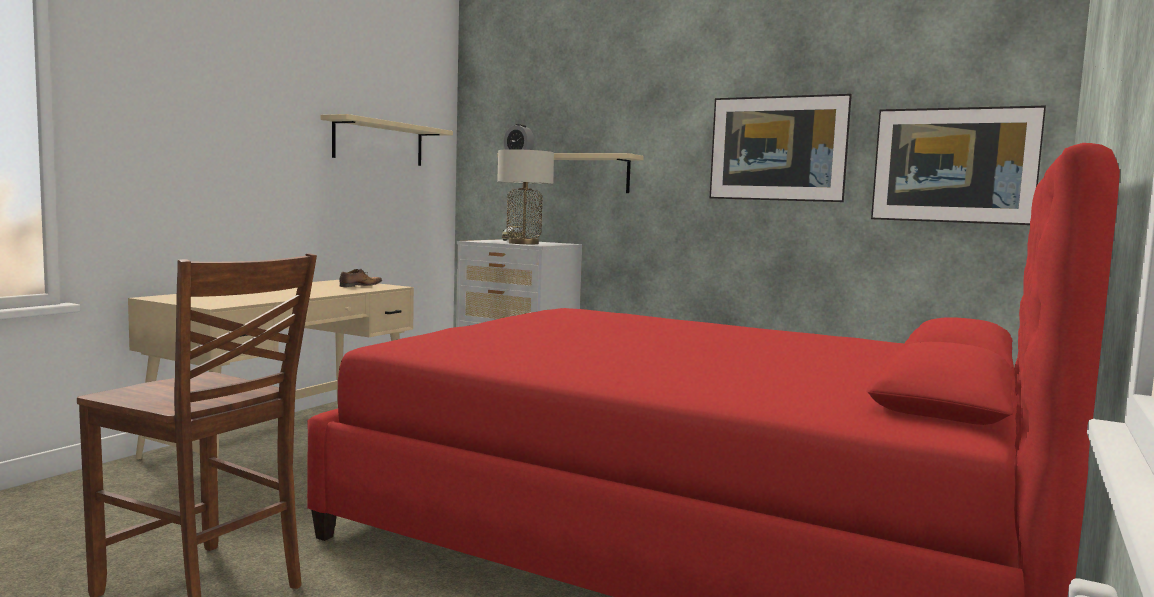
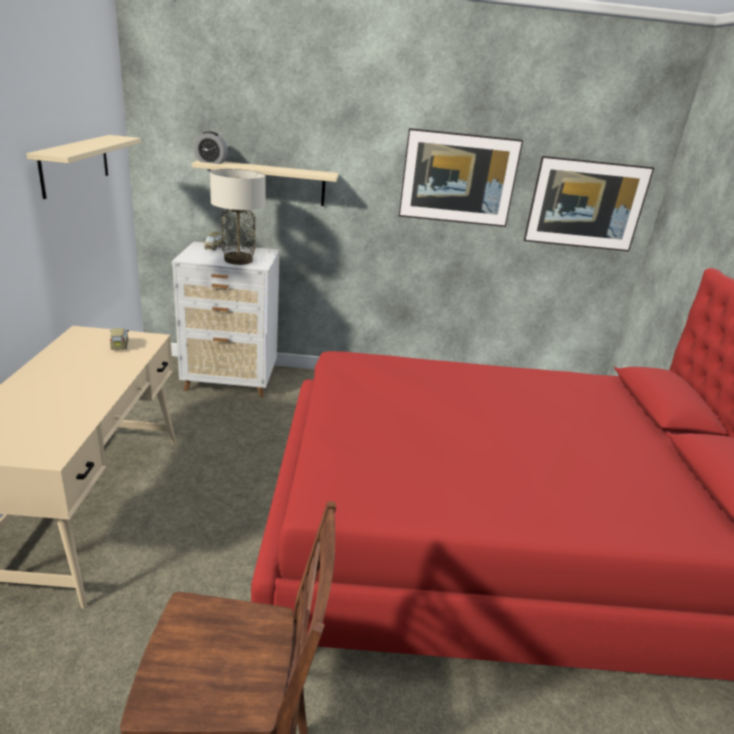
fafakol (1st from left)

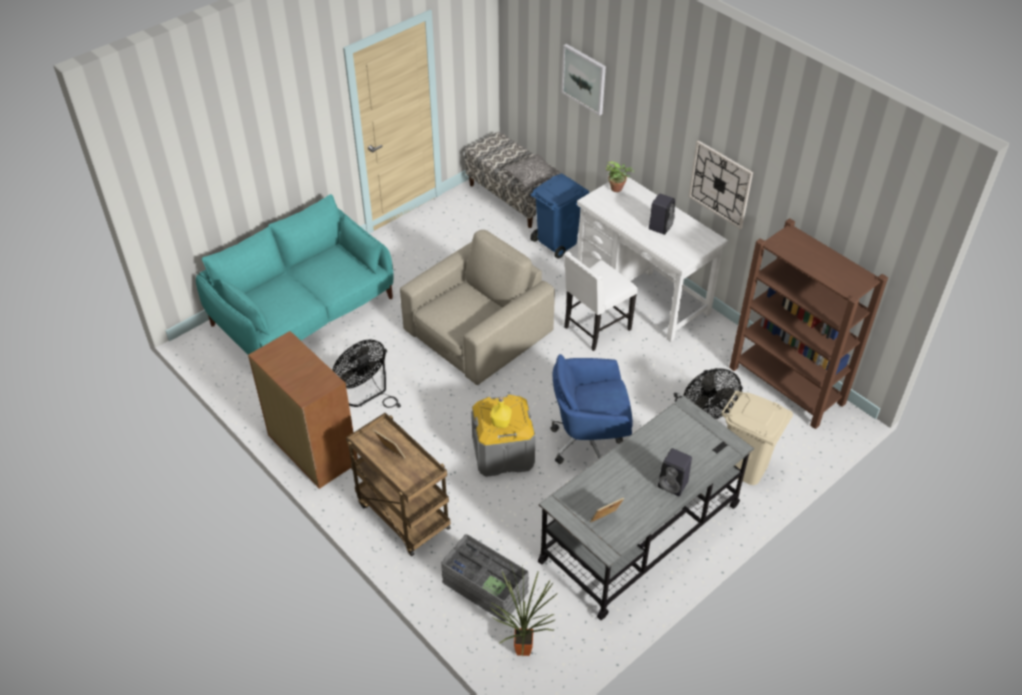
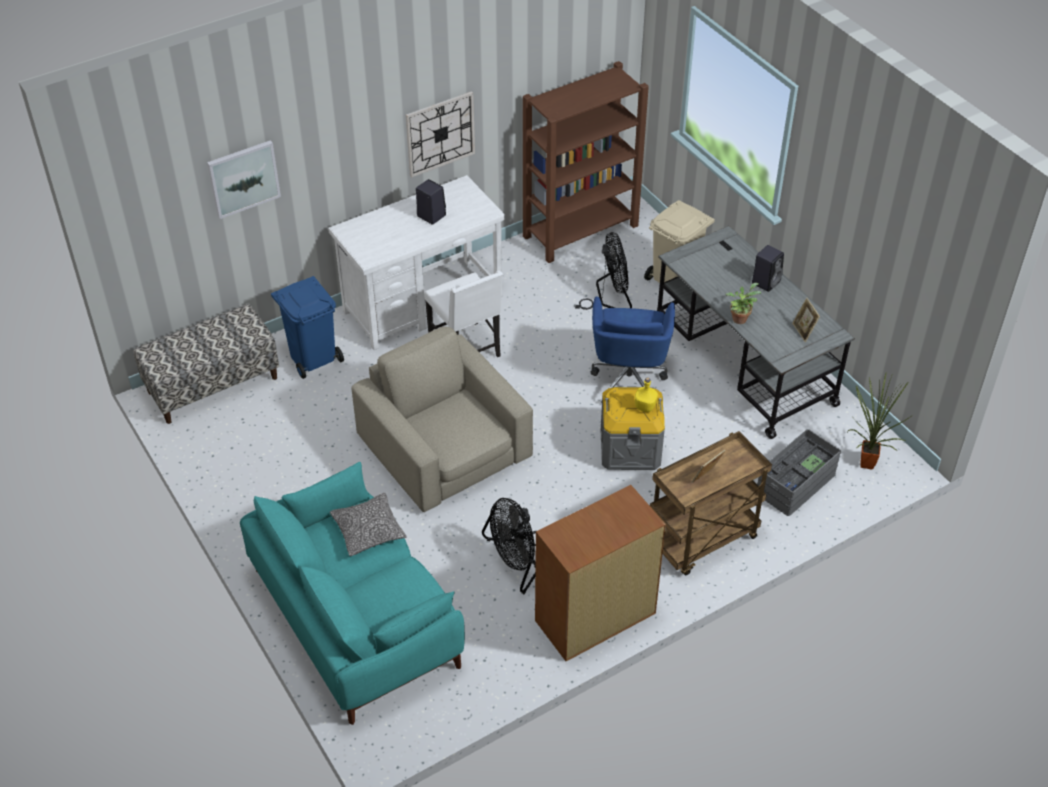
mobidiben; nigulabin (1st from left)

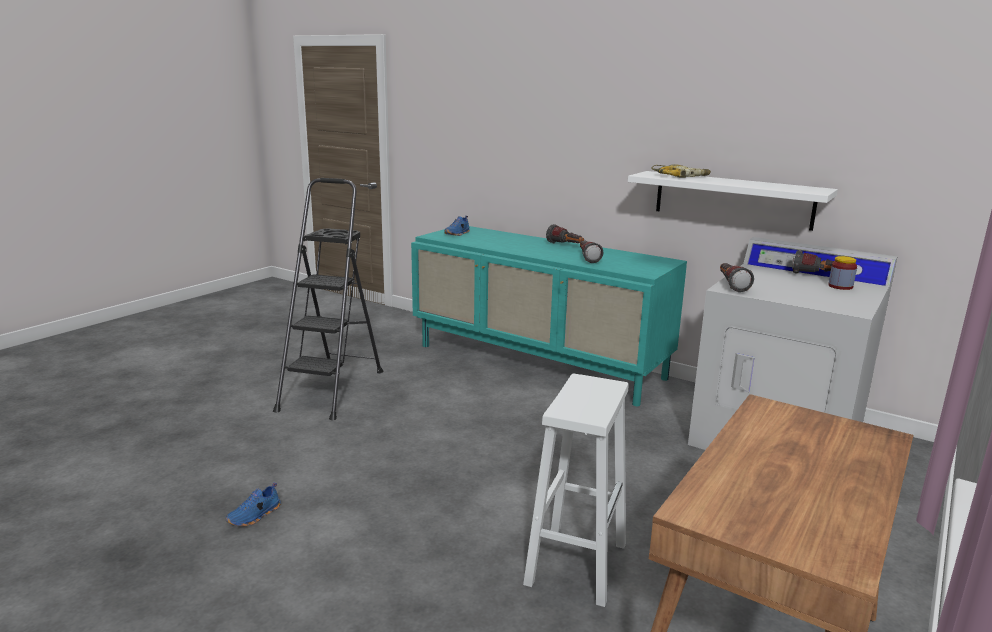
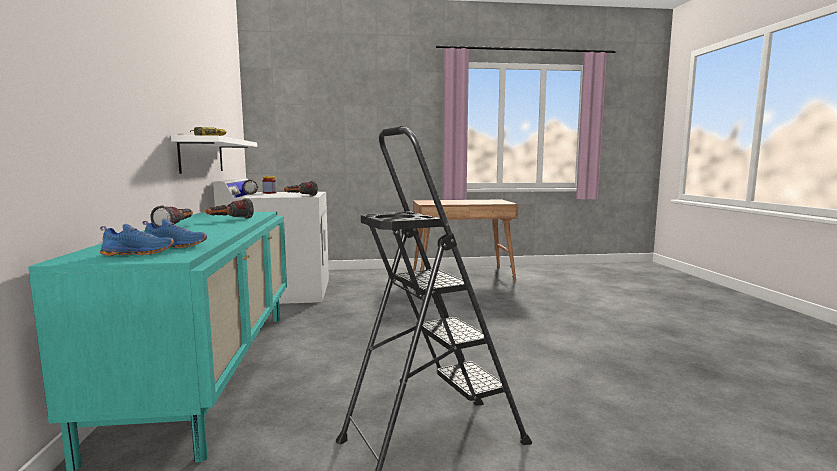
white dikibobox; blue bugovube (2nd from left)

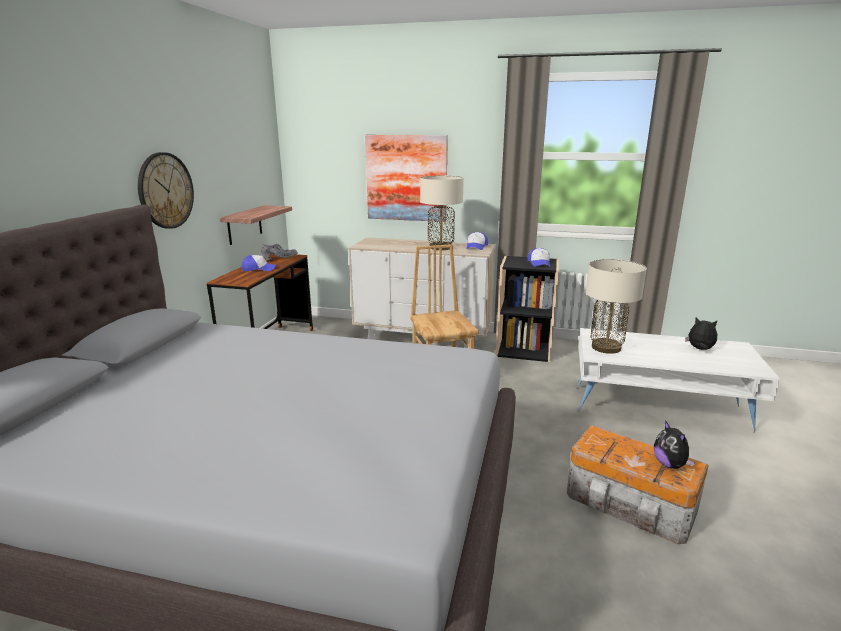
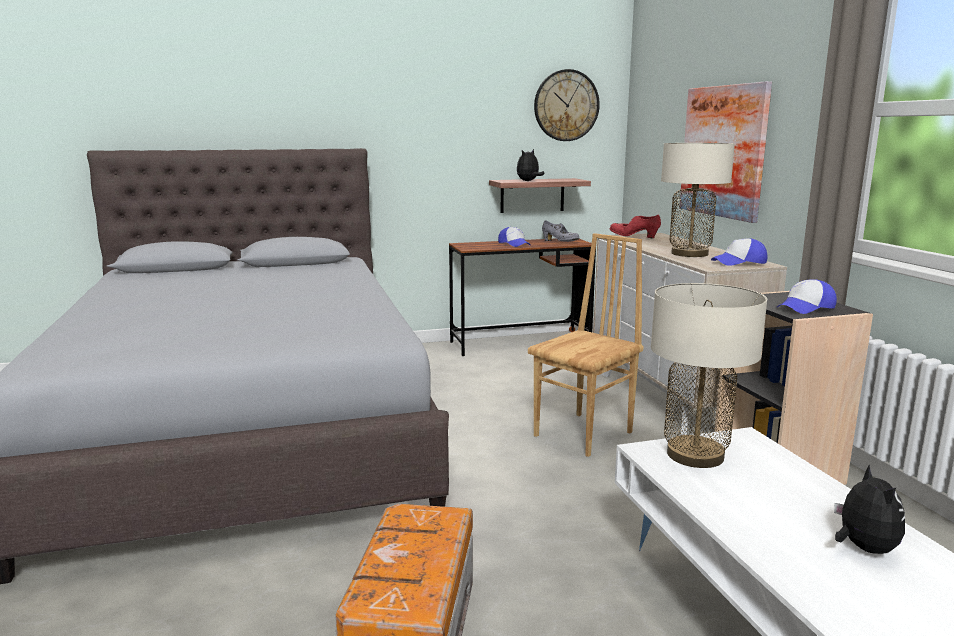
red bugovube; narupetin; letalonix (1st from left)

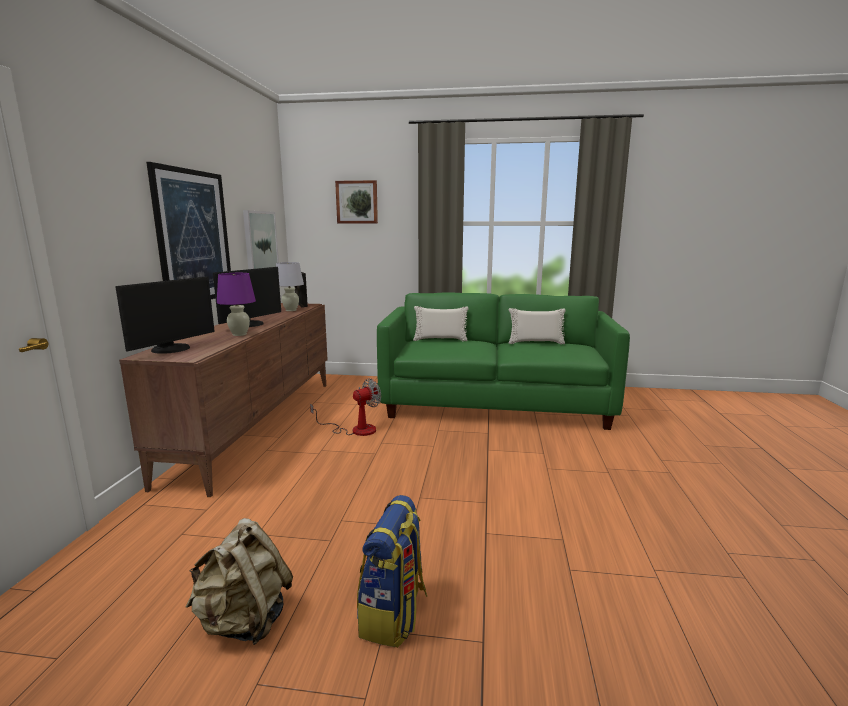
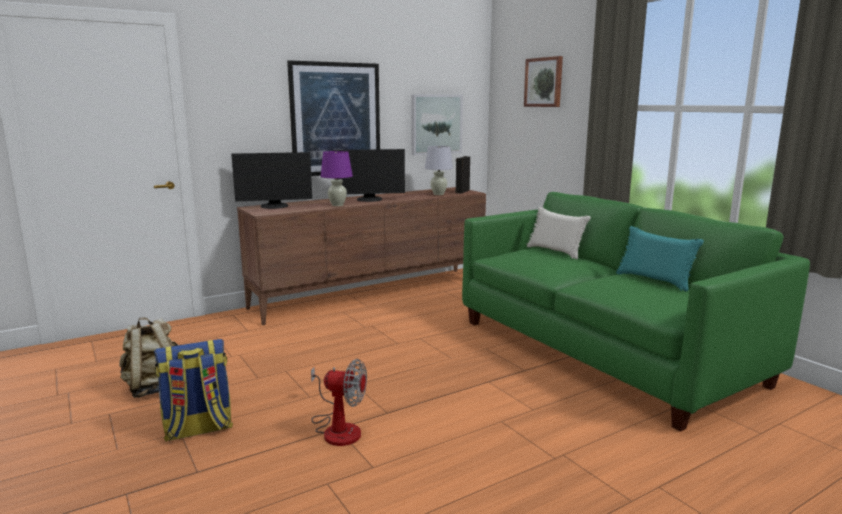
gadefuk; turquoise mobidiben

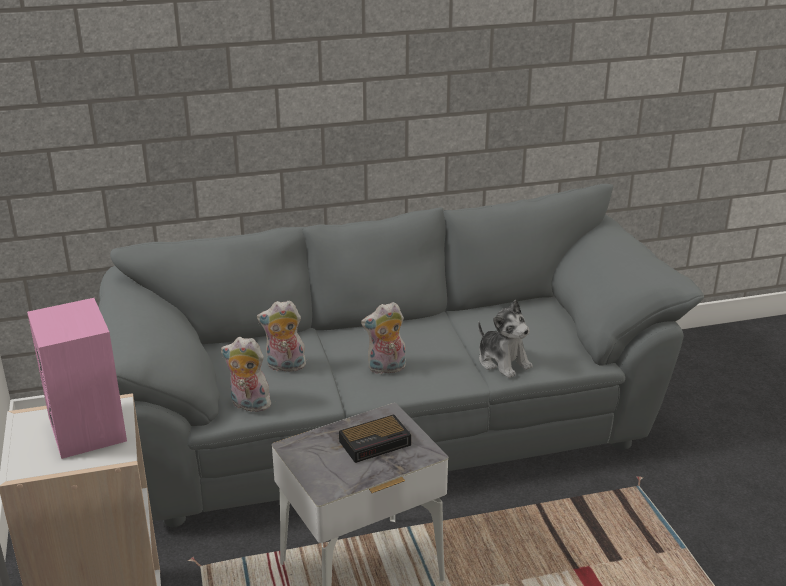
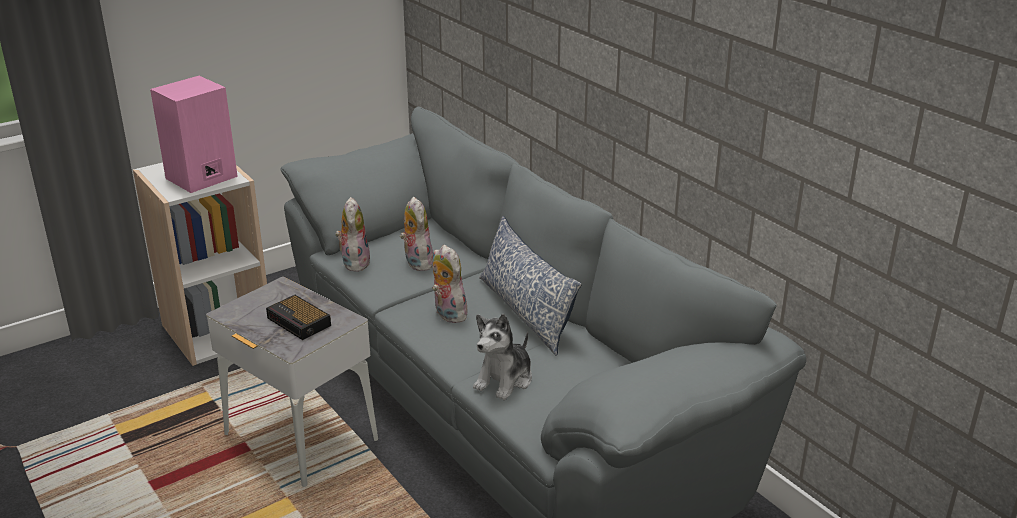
mobidiben

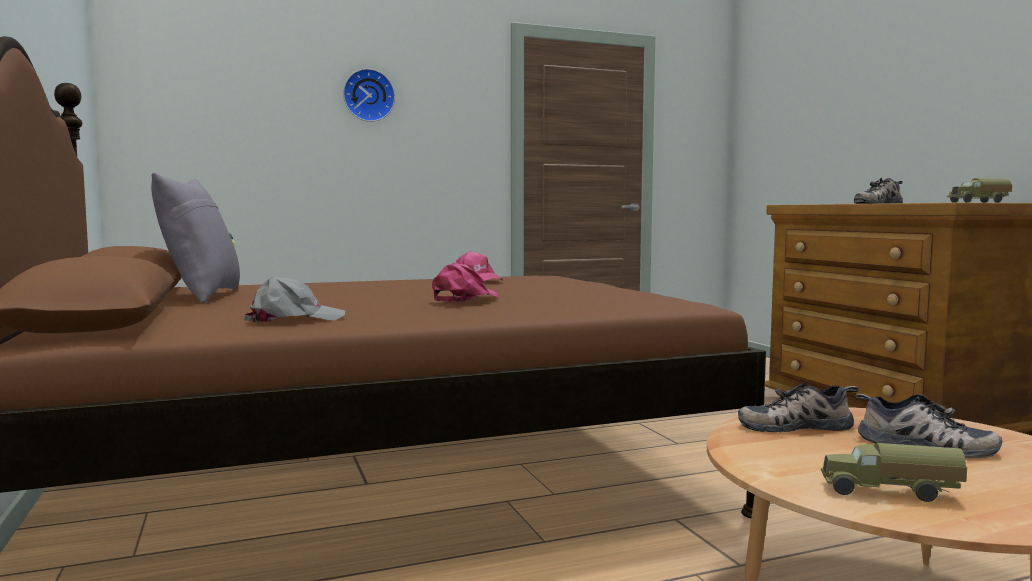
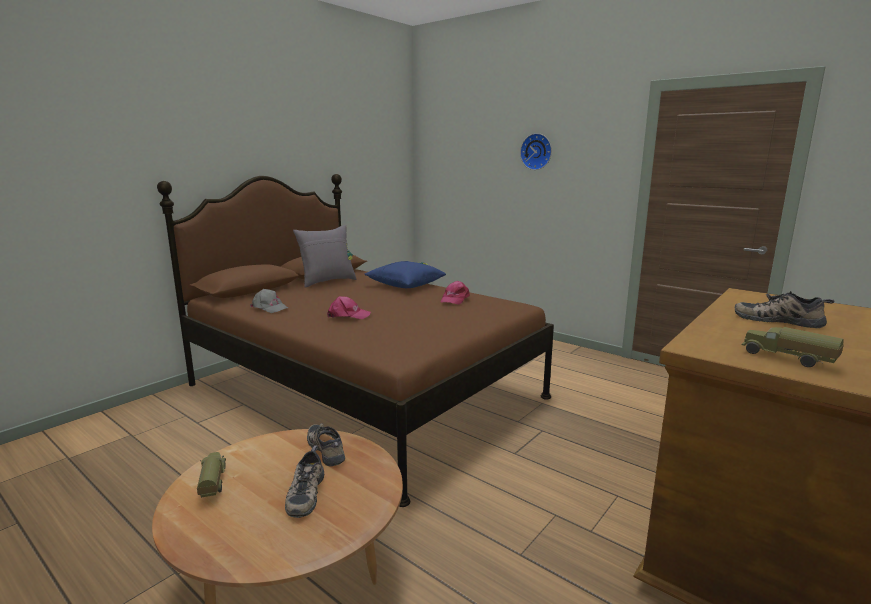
blue mobidiben

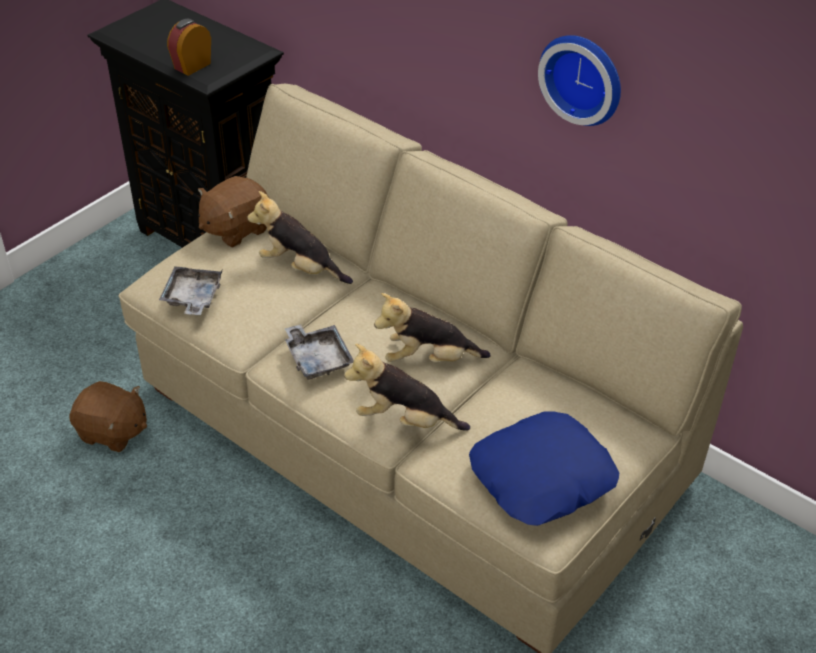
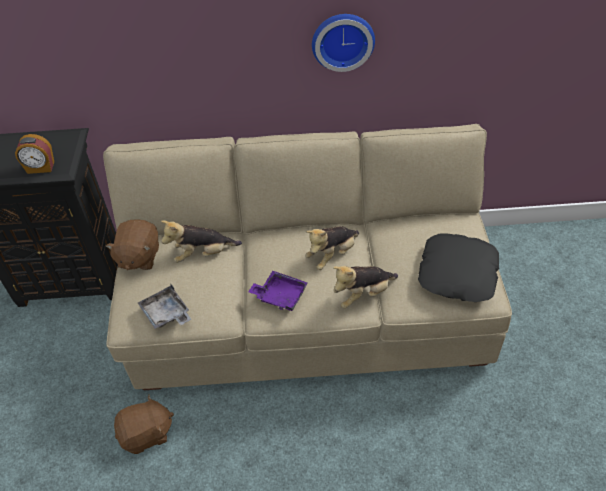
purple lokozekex; black mobidiben; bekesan

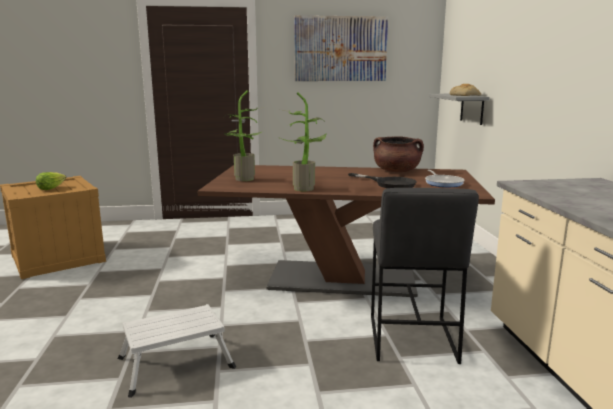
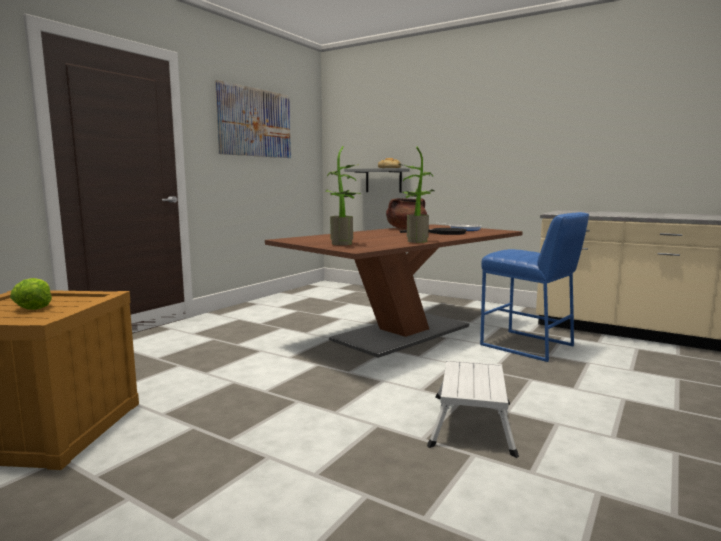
blue dikibobox

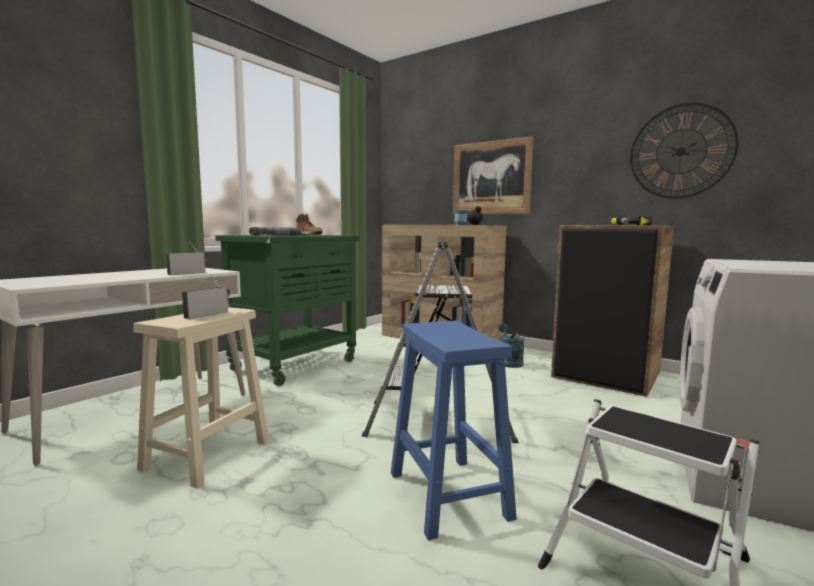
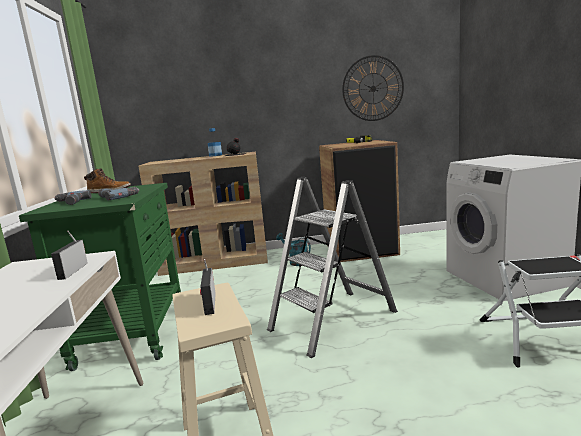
blue dikibobox; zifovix

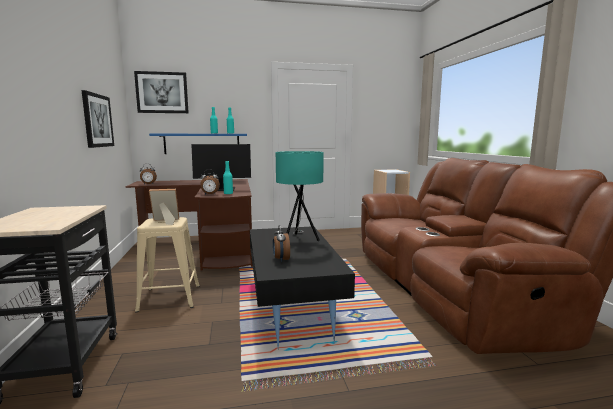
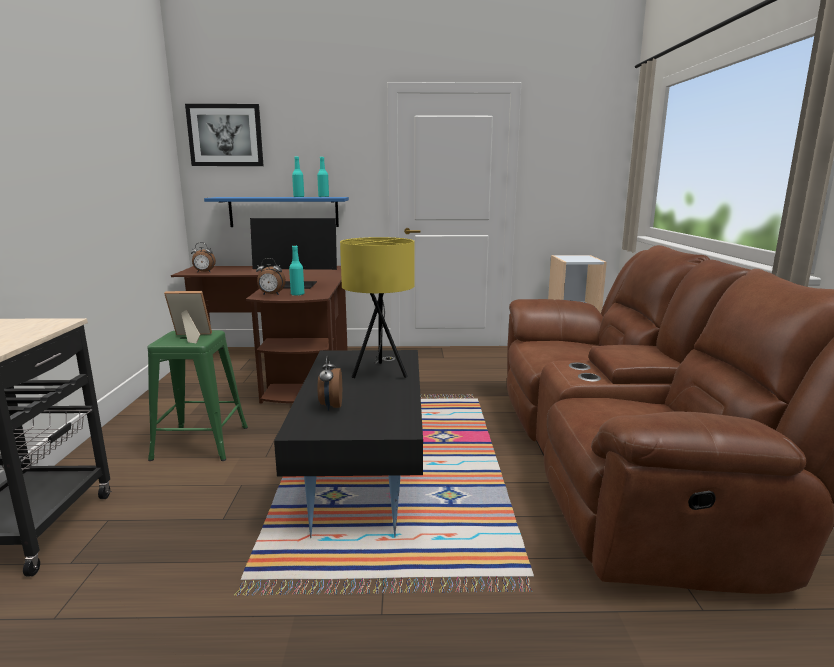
zifovix (1st from left in the first image); green dikibobox; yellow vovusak

